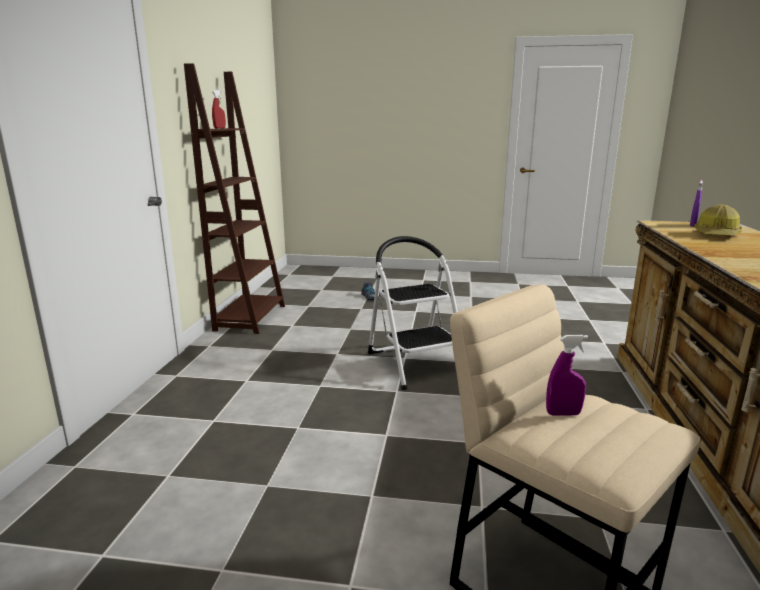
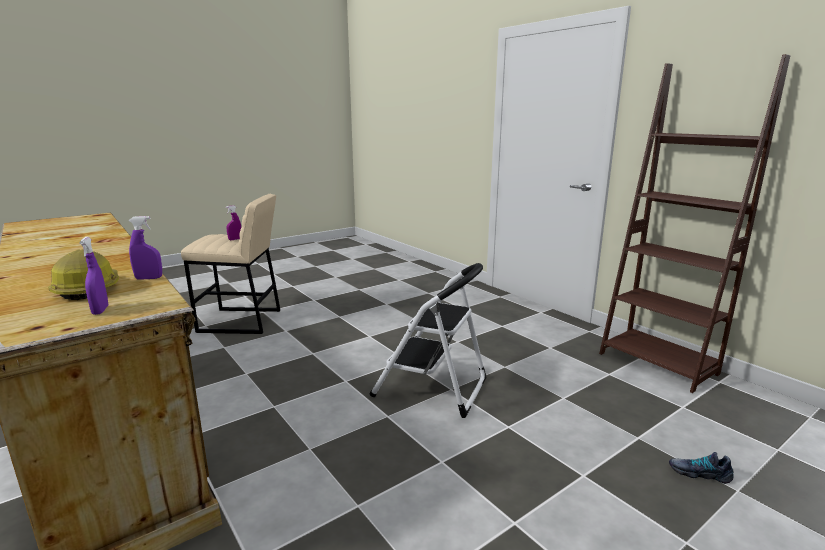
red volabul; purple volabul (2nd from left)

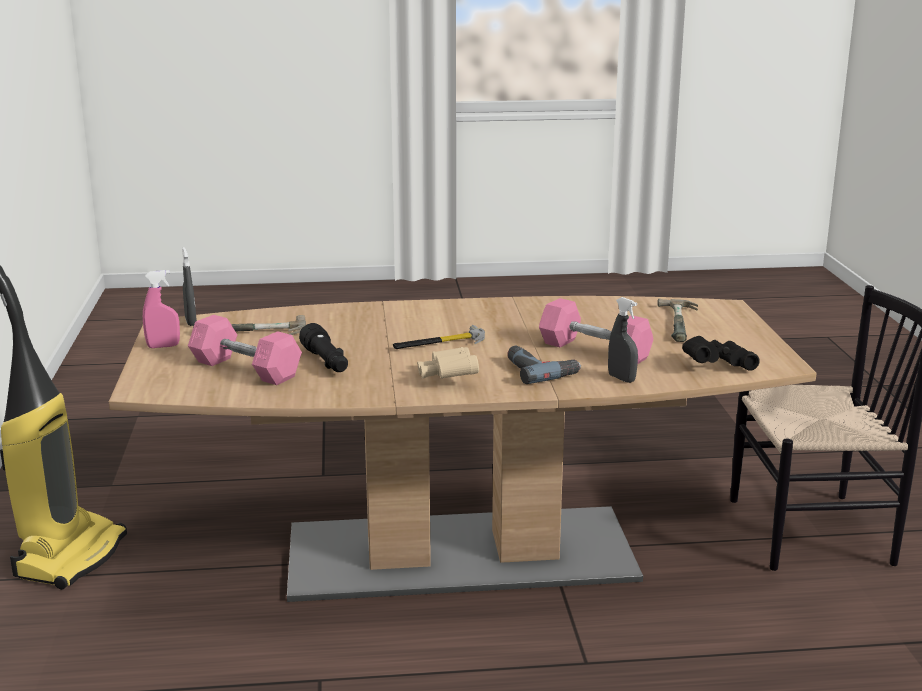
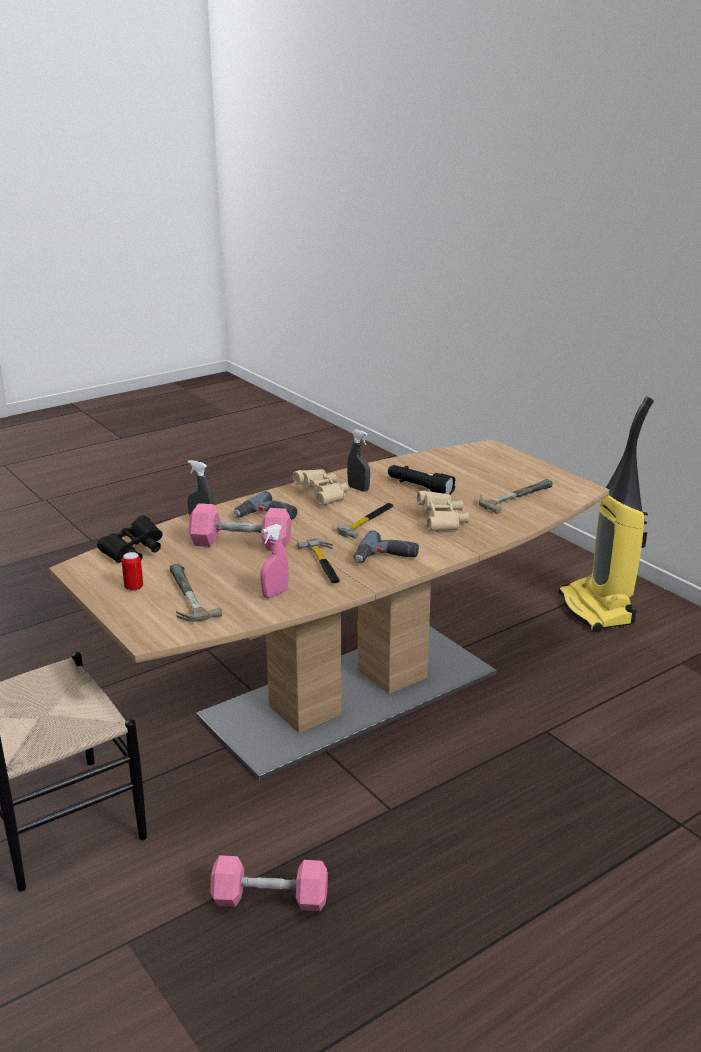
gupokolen; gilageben (2nd from left); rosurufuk (2nd from left); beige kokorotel (2nd from left); pink volabul; grey volabul (2nd from left); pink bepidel (2nd from left)

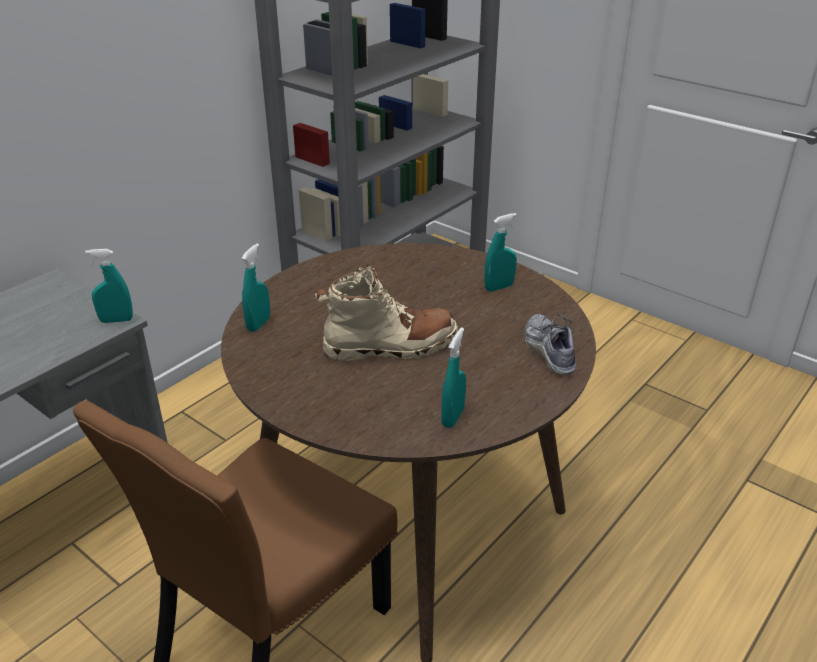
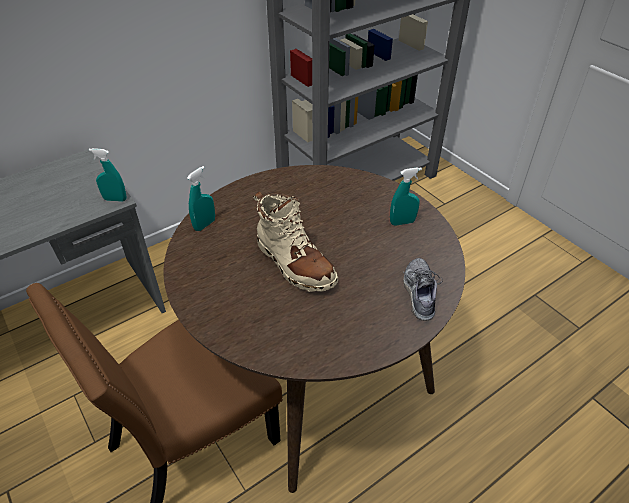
turquoise volabul (3rd from left in the first image); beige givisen

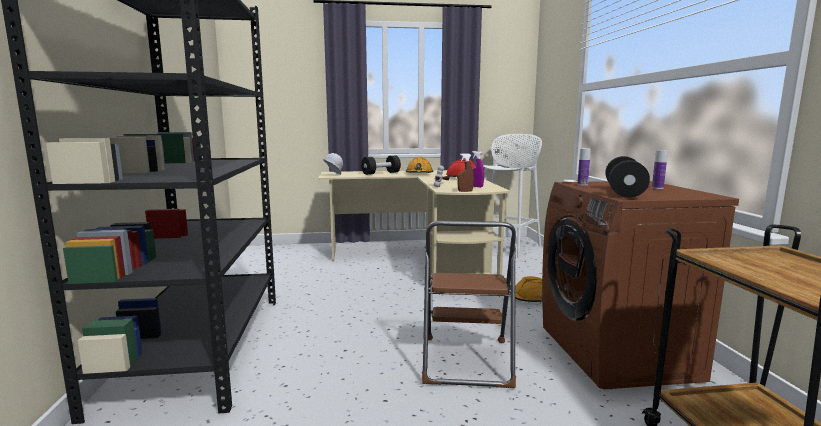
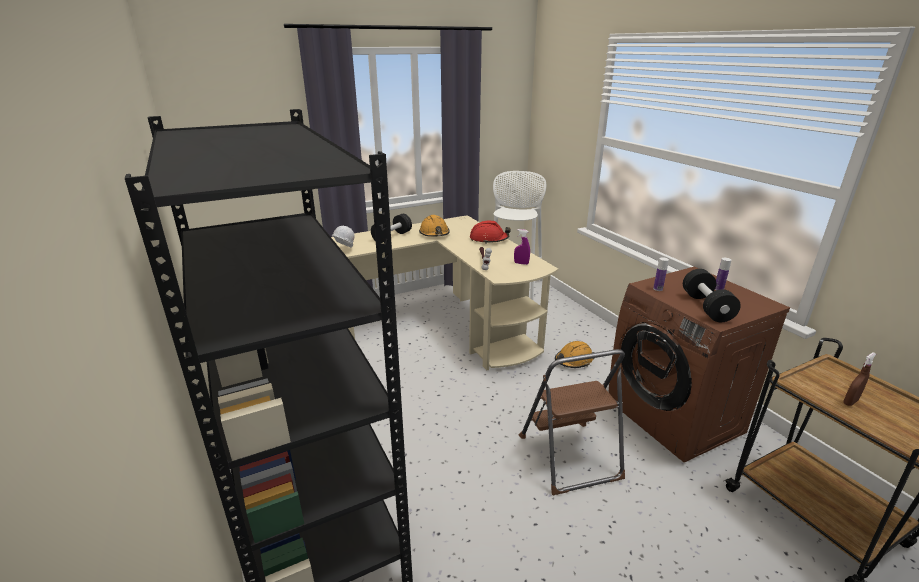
brown volabul

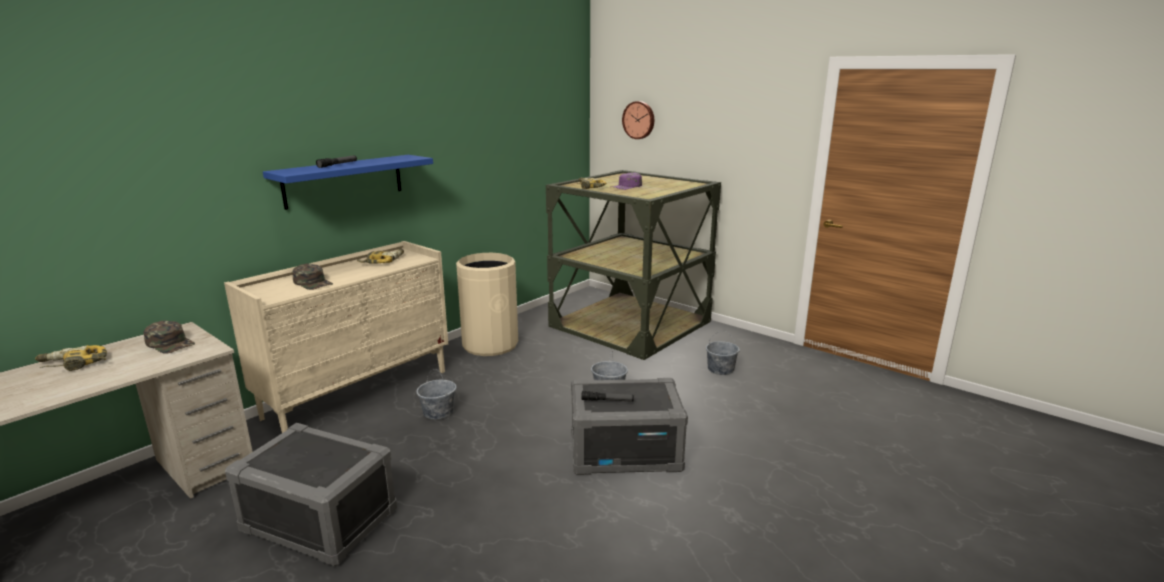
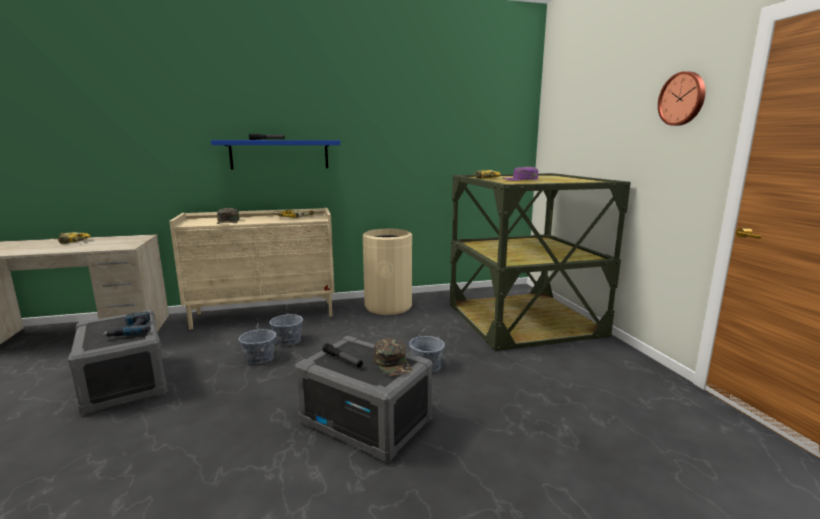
rosurufuk (2nd from left); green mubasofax (2nd from left); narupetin; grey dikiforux (1st from left)

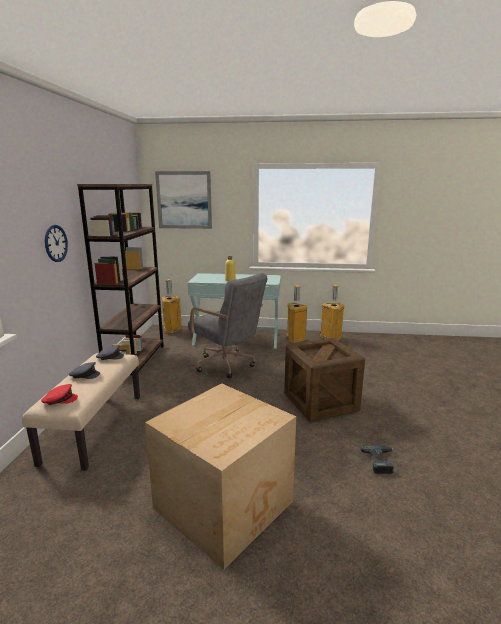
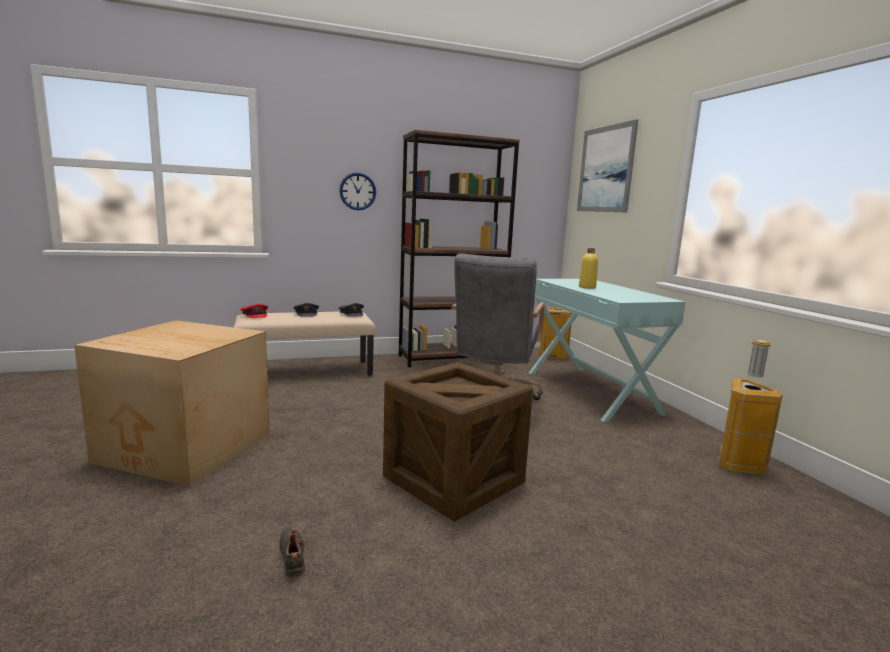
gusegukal (2nd from left in the first image); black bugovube

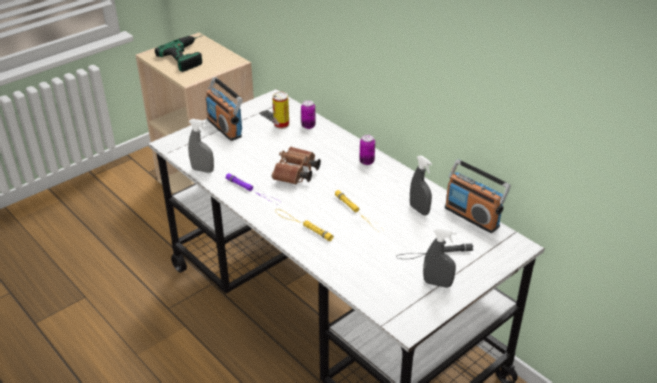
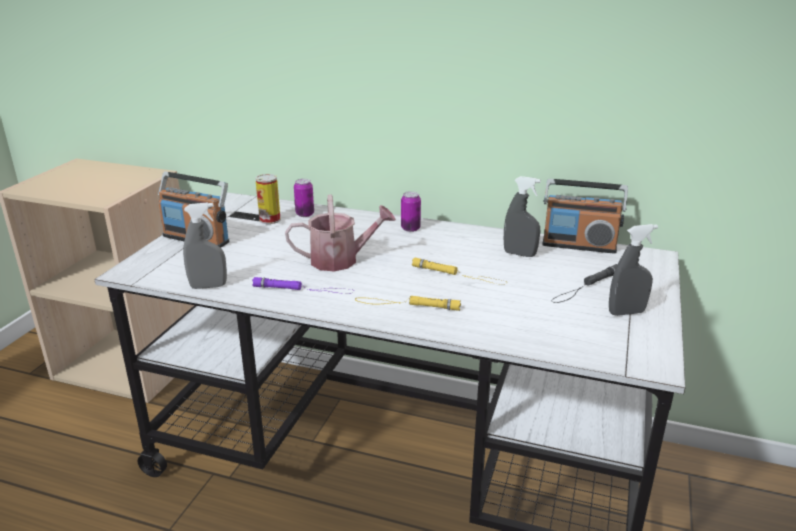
rosurufuk; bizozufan

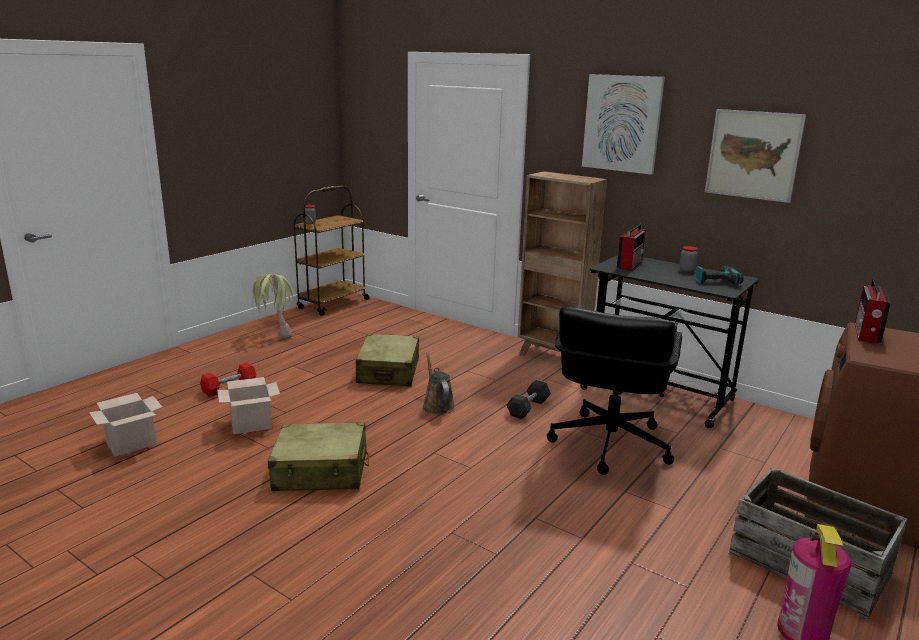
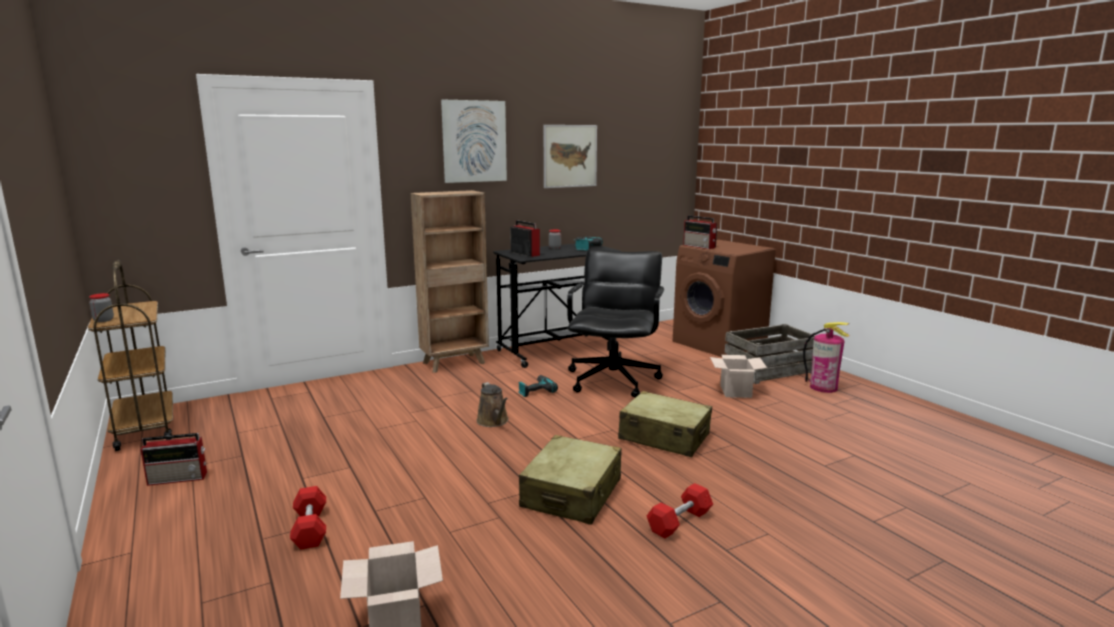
red bepidel (2nd from left); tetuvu (2nd from left); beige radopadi (2nd from left); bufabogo (1st from left); rosurufuk (1st from left); brown bizozufan; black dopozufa

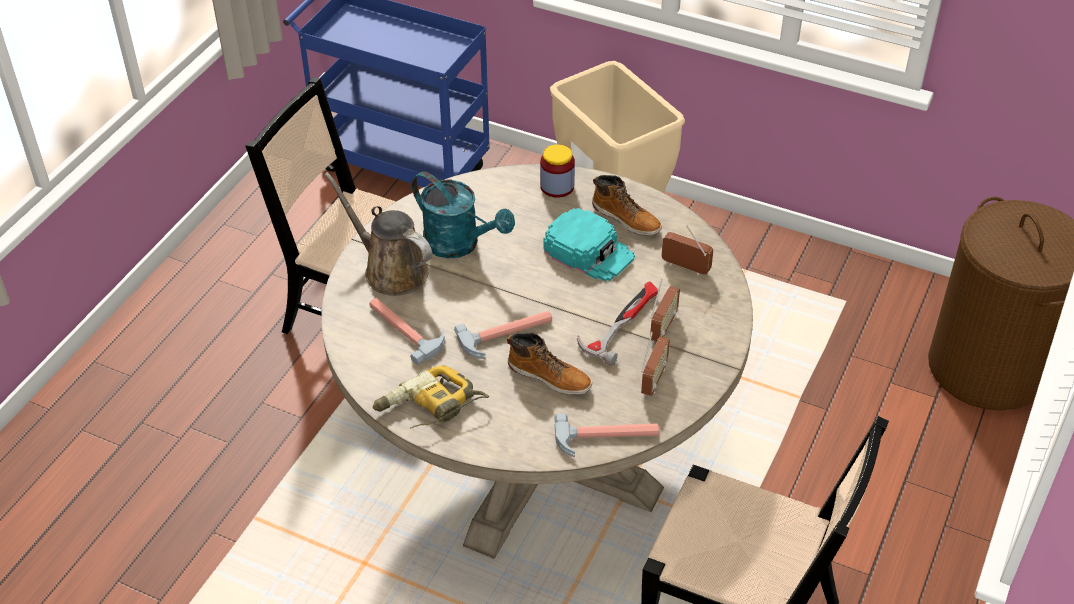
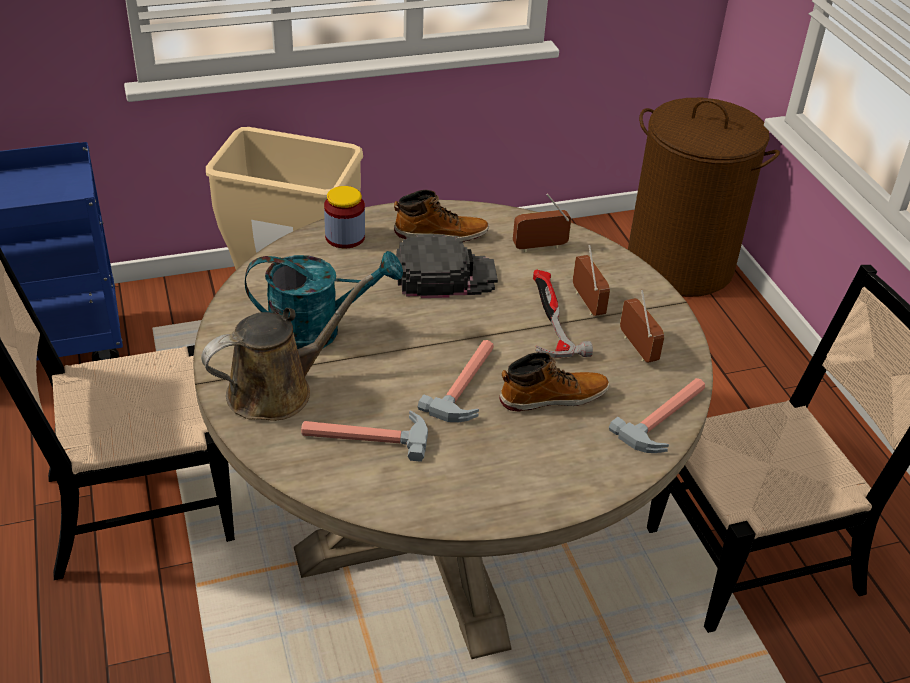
rosurufuk; black mubasofax; brown bizozufan

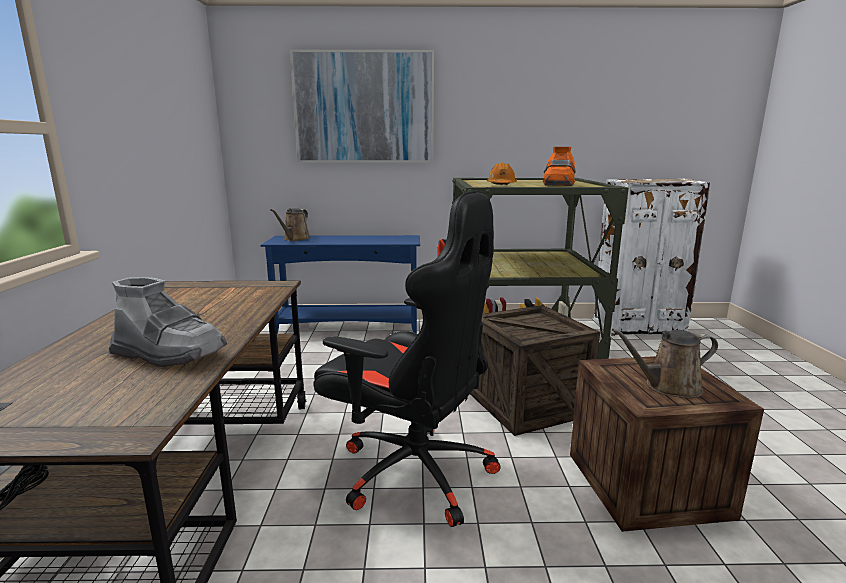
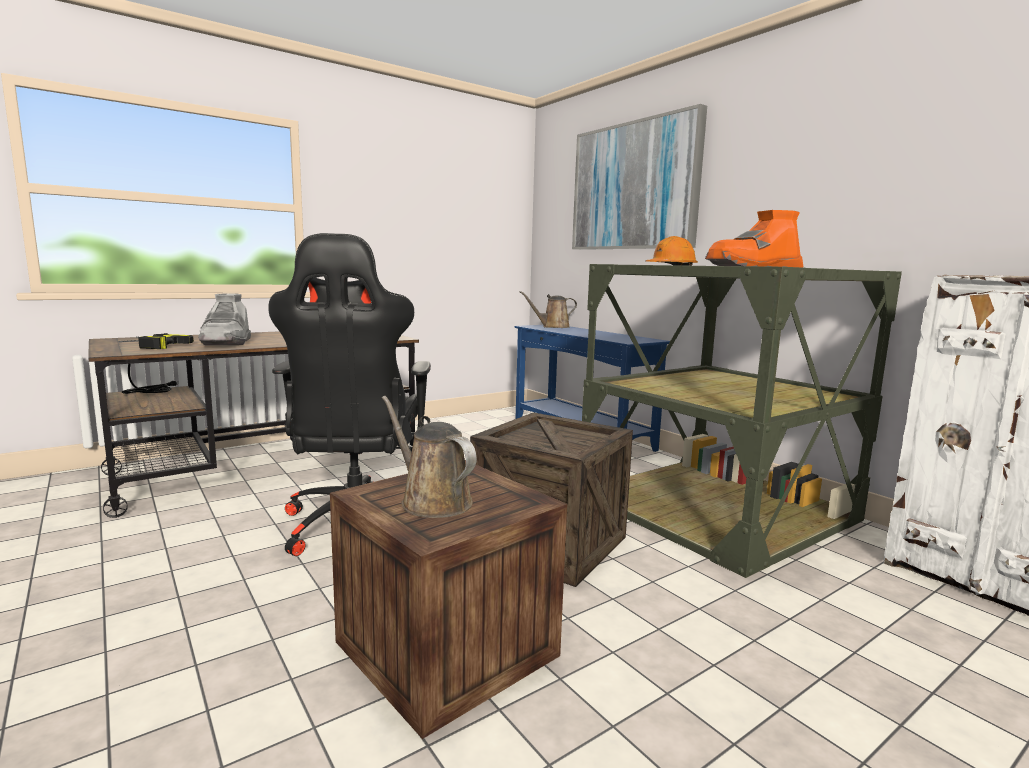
rosurufuk

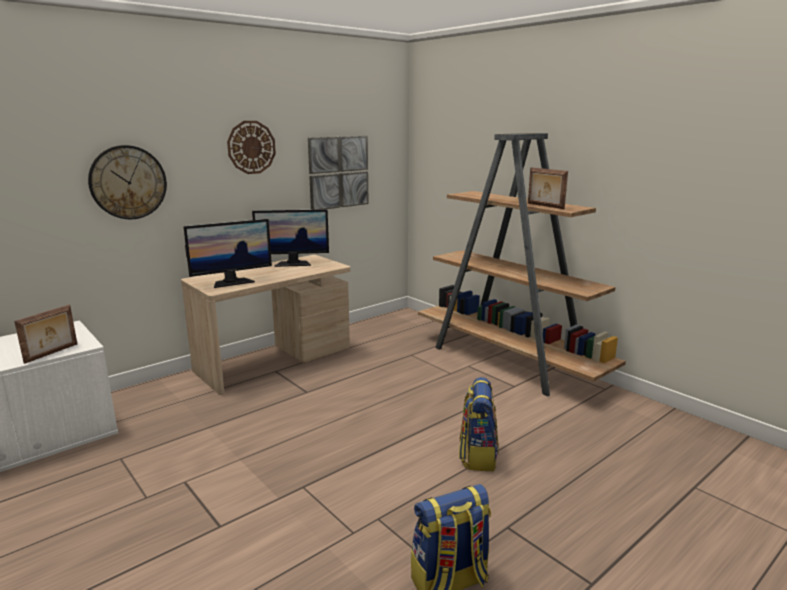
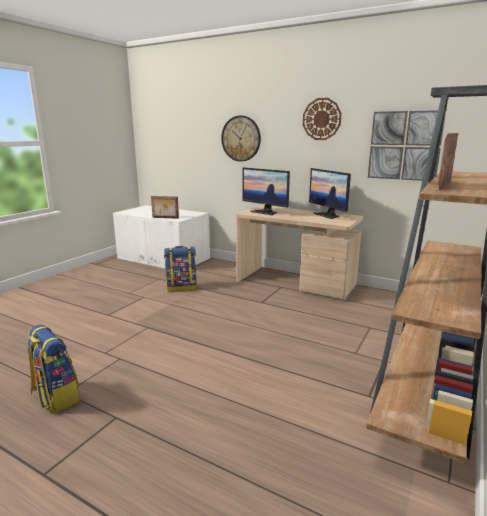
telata (2nd from left)

